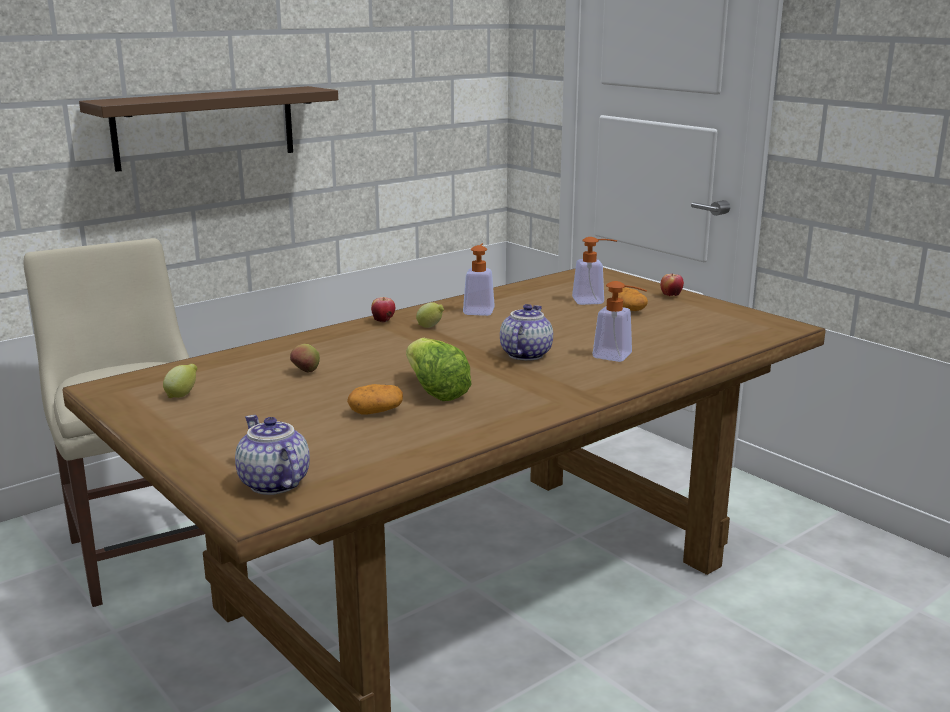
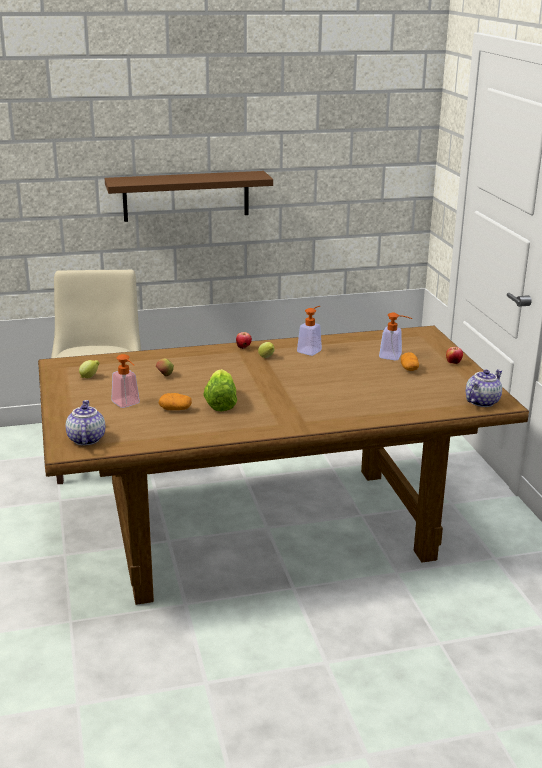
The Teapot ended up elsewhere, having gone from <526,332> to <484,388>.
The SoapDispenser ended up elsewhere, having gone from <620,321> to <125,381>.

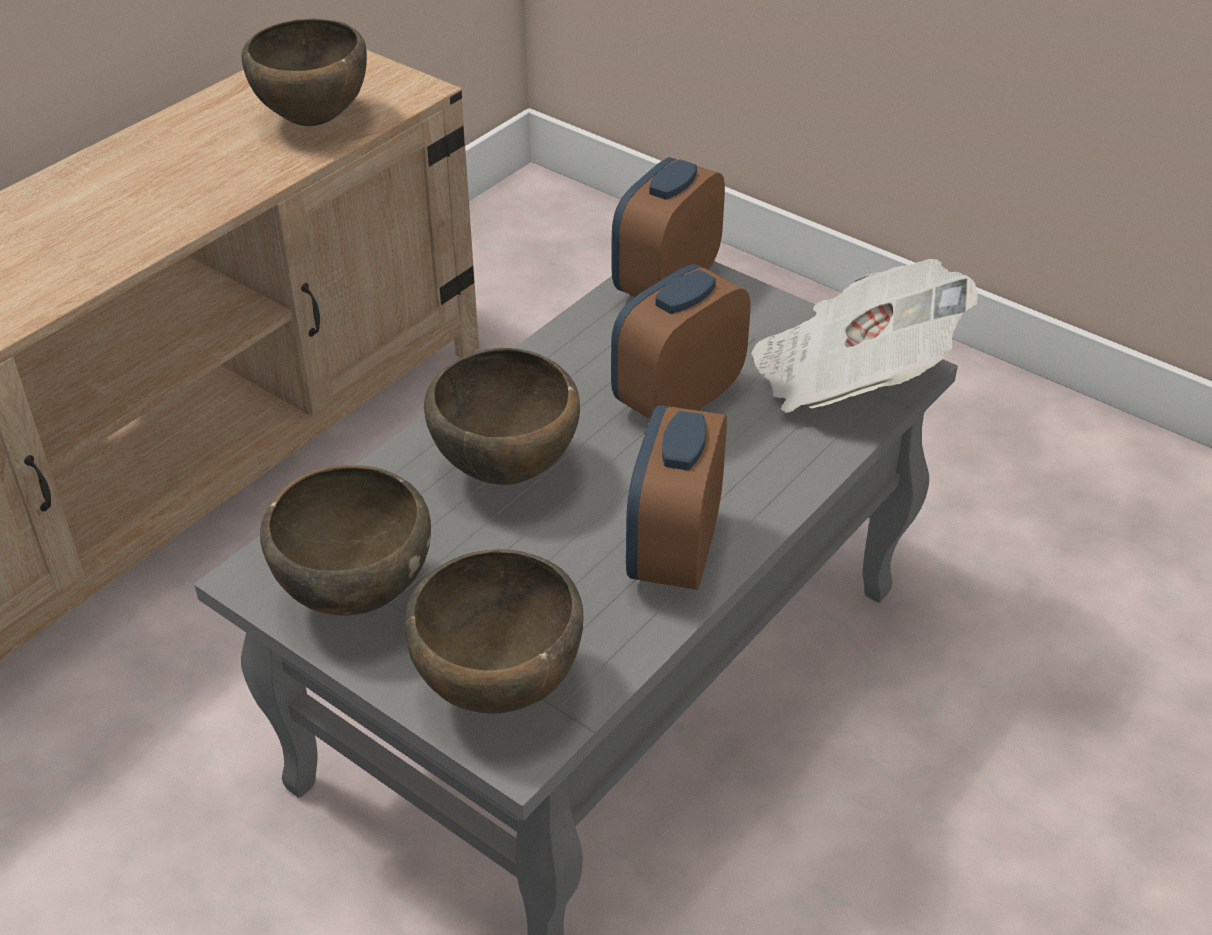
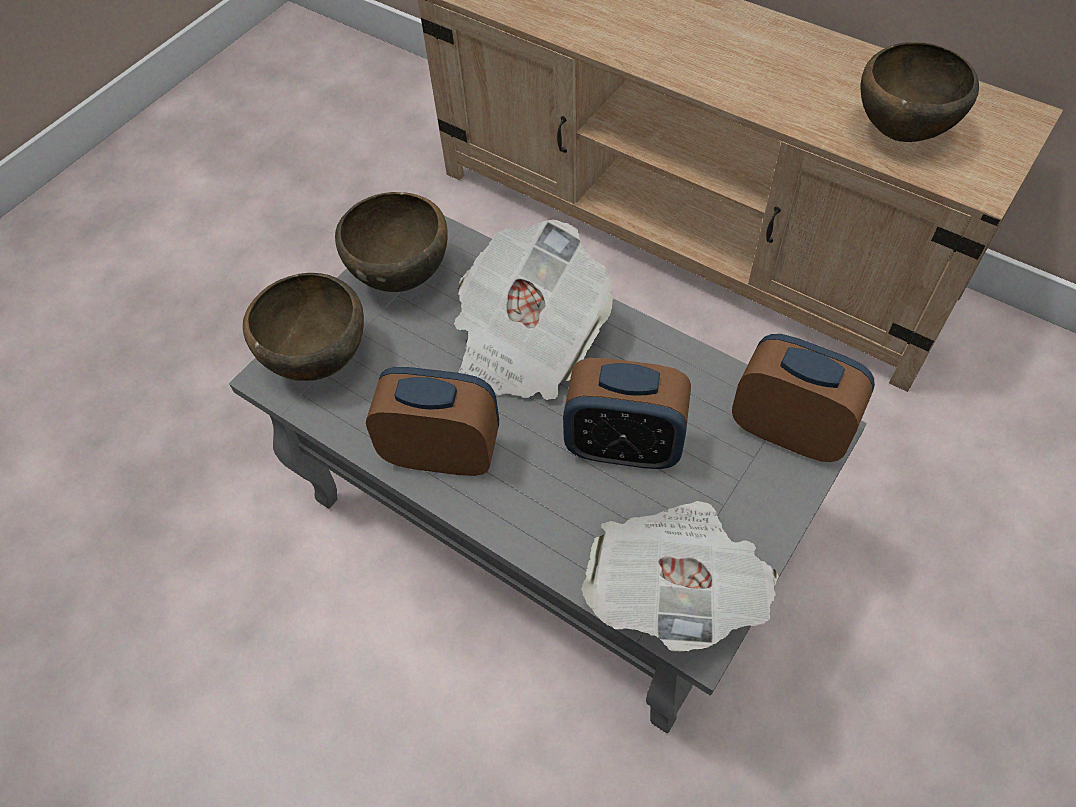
Where the BrownBowl stood at <502,416>, the Newspaper came to stand at <533,310>.
The AlarmClock at <681,341> ended up facing another way, 150 degrees clockwise from before.

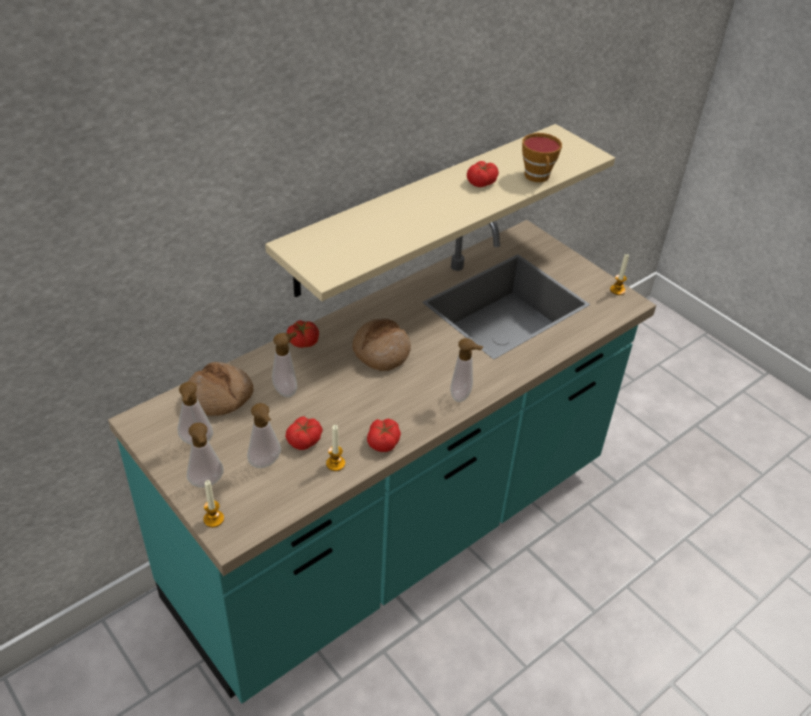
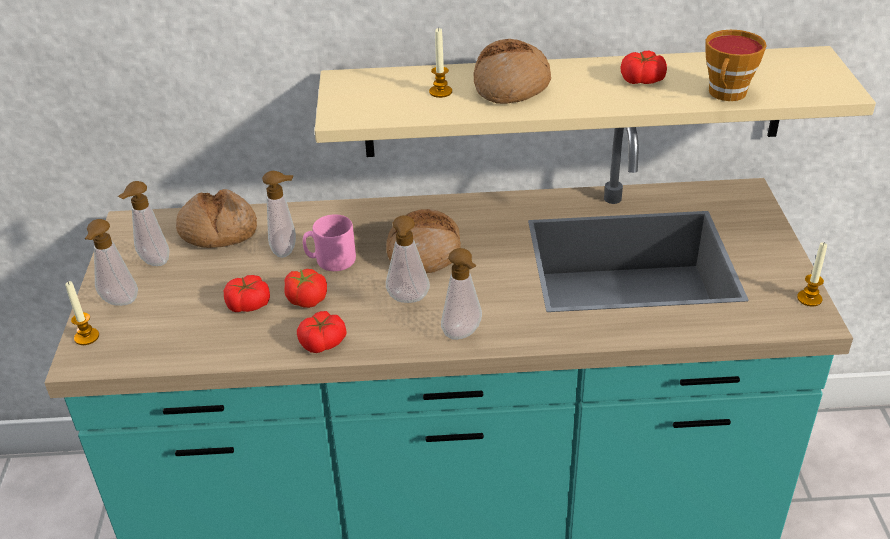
The second view gained the PinkMug at <329,242>.
The second view gained the Bread at <512,71>.
The SoapDispenser ended up elsewhere, having gone from <264,435> to <408,259>.
The Tomato ended up elsewhere, having gone from <303,334> to <305,288>.
The Candle ended up elsewhere, having gone from <335,448> to <440,62>.

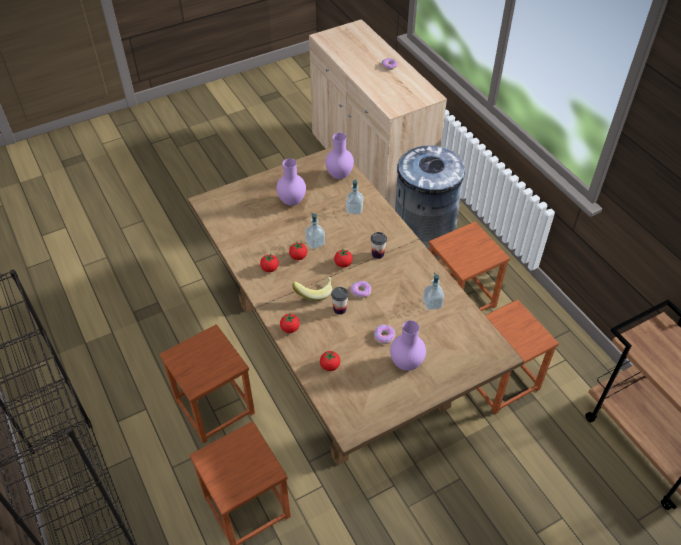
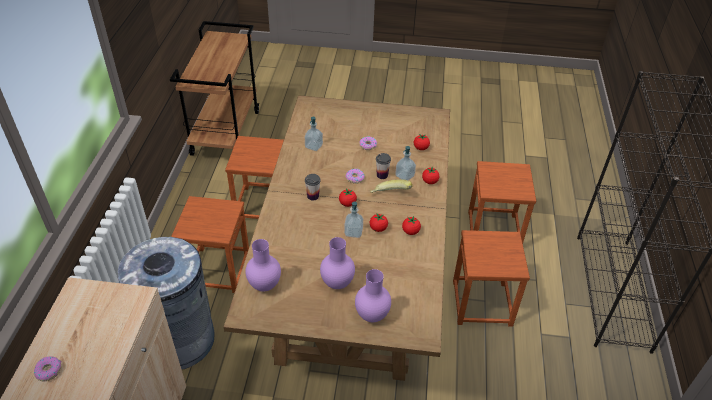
The SoapDispenser ended up elsewhere, having gone from <354,196> to <405,163>.
The PurpleVase ended up elsewhere, having gone from <408,345> to <373,295>.

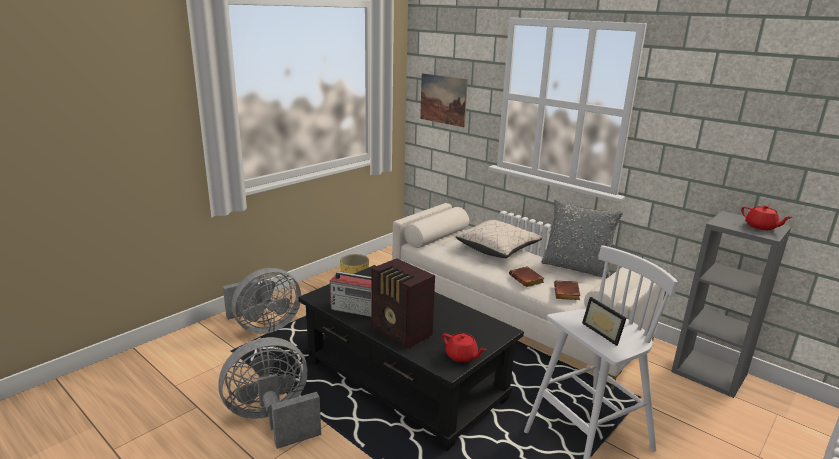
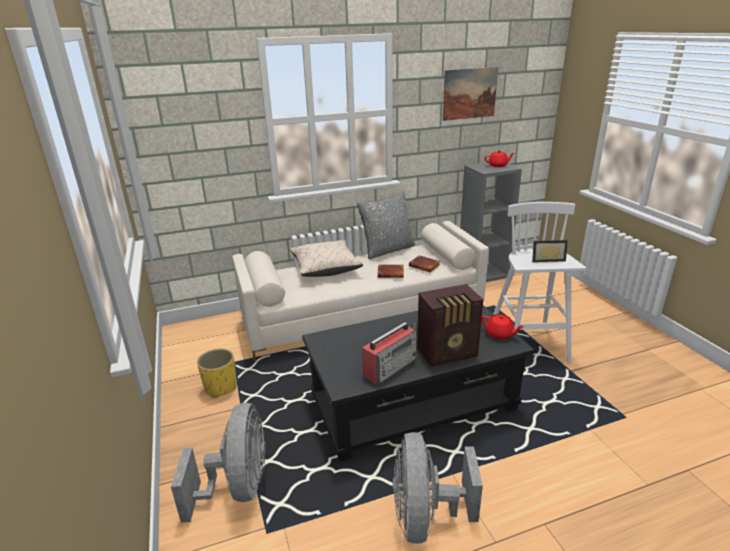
The Picture ended up elsewhere, having gone from <444,100> to <470,94>.
The RedTeapot at <464,348> ended up facing another way, 60 degrees clockwise from before.

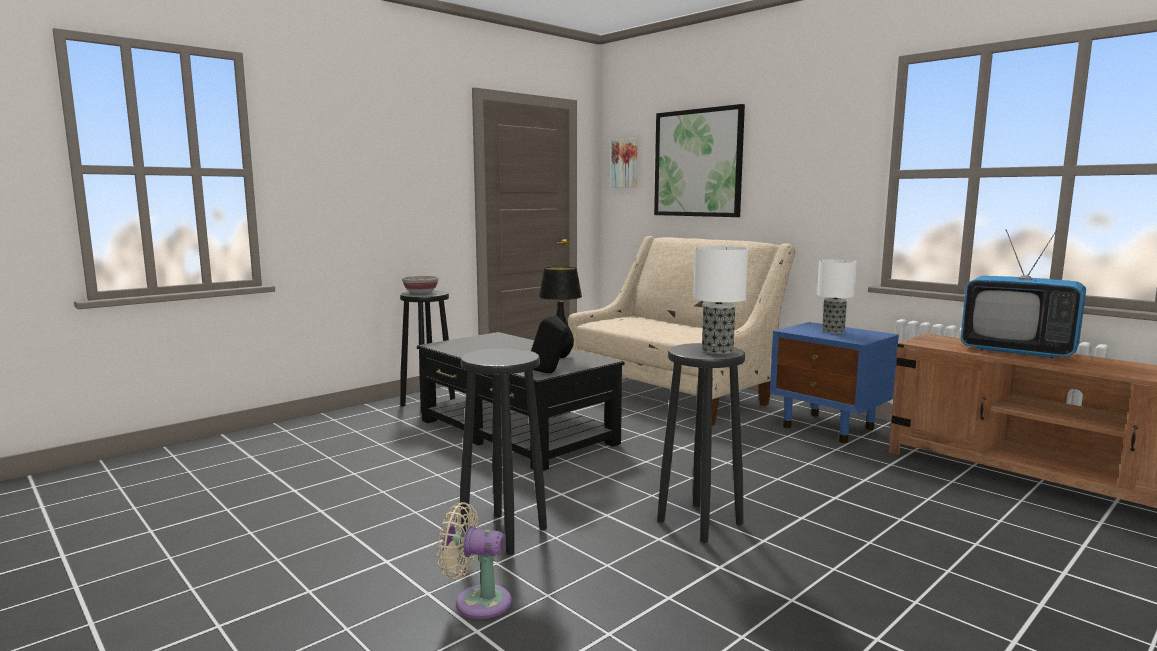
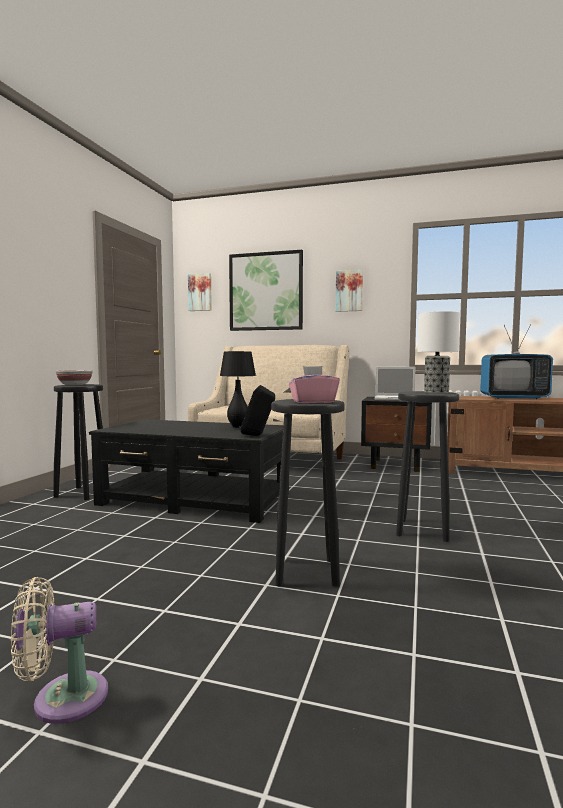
The second view gained the PinkTissueBox at <314,384>.
The second view gained the Picture at <349,291>.
The BeigeFan ended up elsewhere, having gone from <474,560> to <59,650>.
Where the TableLamp stood at <837,296>, the Laptop came to stand at <395,383>.
What was the BlueNightstand at <834,382> turned into the BlackNightstand at <396,434>.

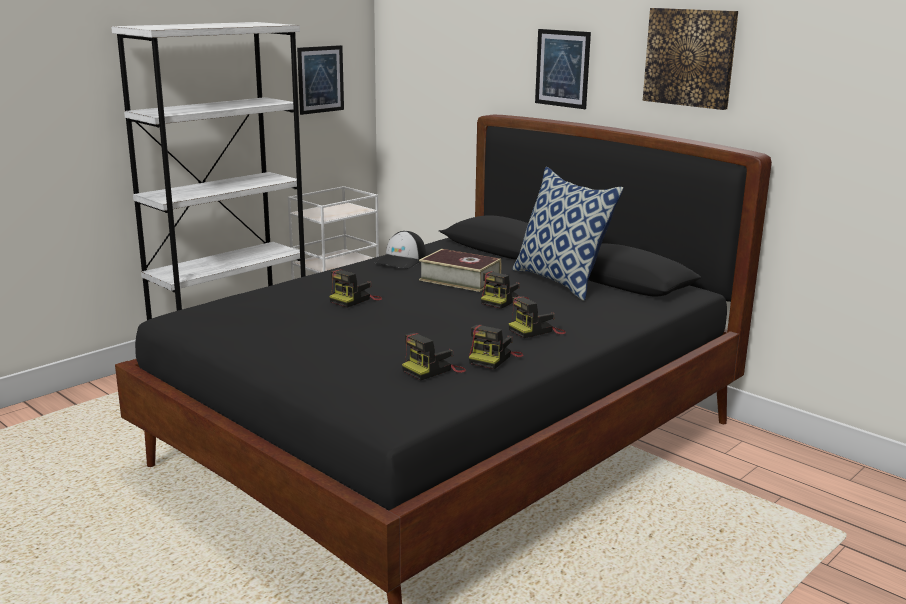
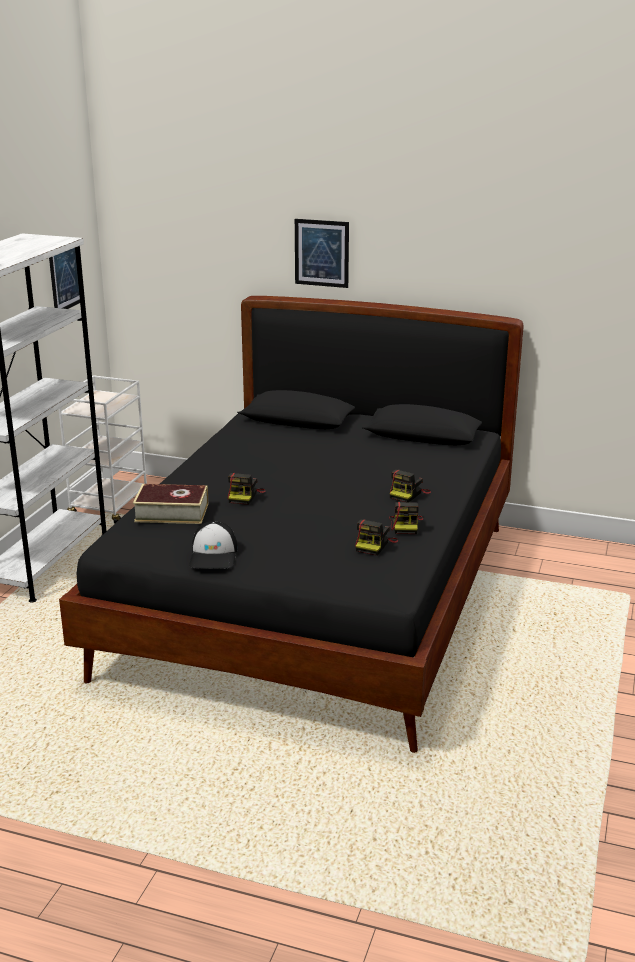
The second view lost the PhotoCamera at <505,290>.
The second view lost the Pillow at <568,234>.
The second view lost the Picture at <690,59>.
The Cap ended up elsewhere, having gone from <400,249> to <213,545>.
The Book ended up elsewhere, having gone from <460,270> to <170,504>.

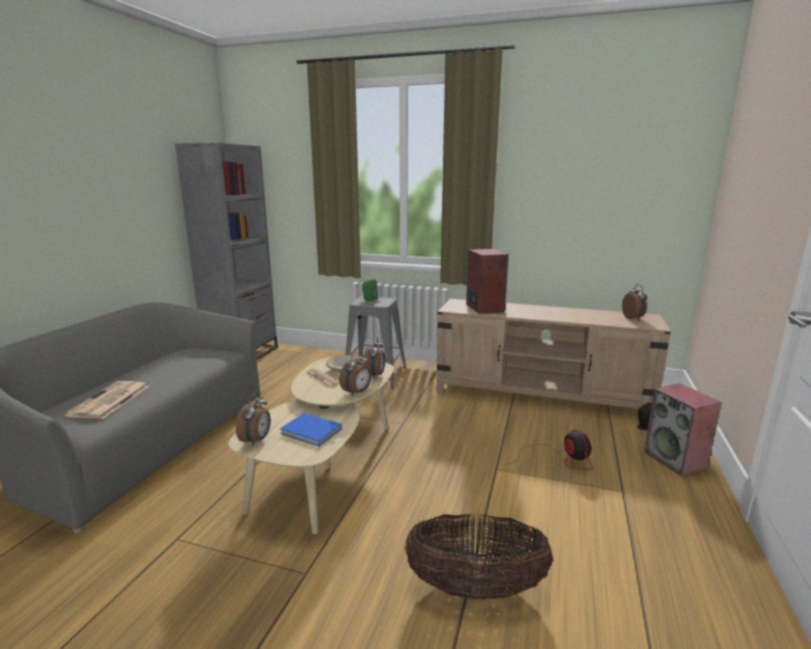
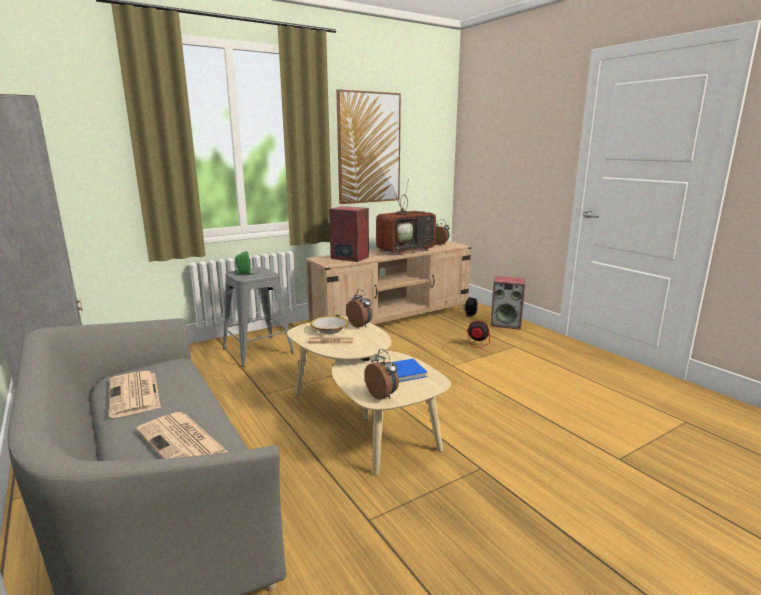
The second view lost the AlarmClock at <355,373>.
The second view lost the Basket at <478,557>.
The second view gained the Newspaper at <135,394>.
The second view gained the Picture at <368,146>.
The second view gained the Television at <406,217>.

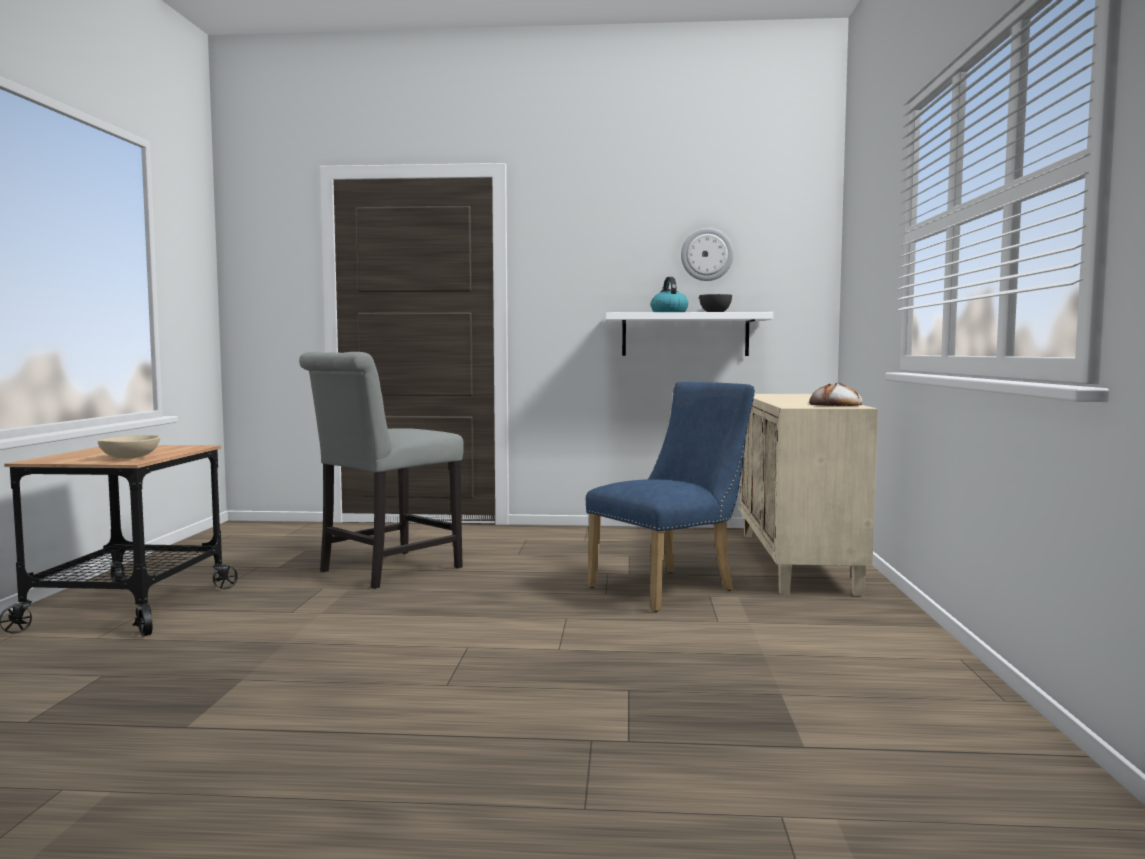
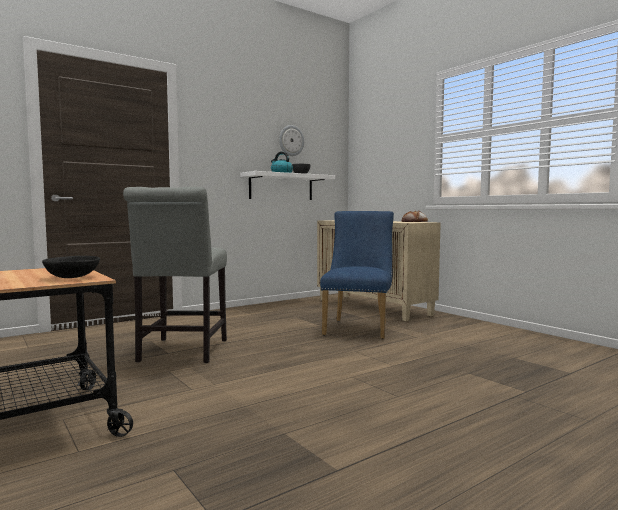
What was the BeigeBowl at <129,447> turned into the BlackBowl at <71,267>.

